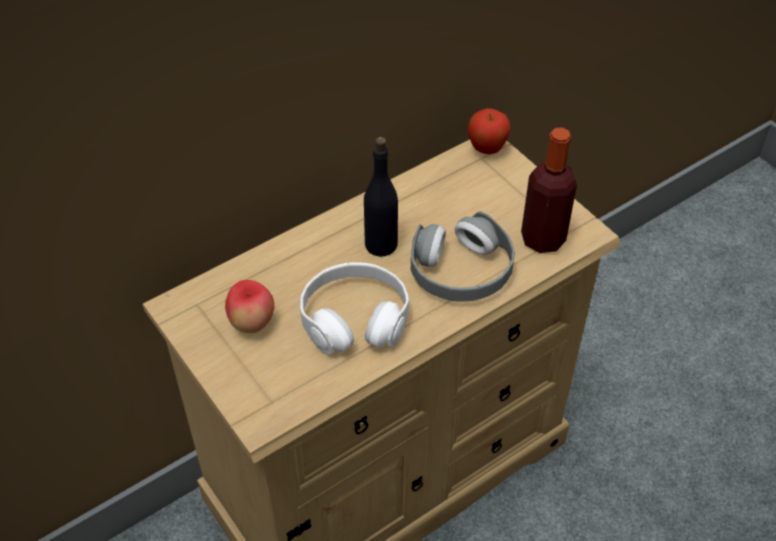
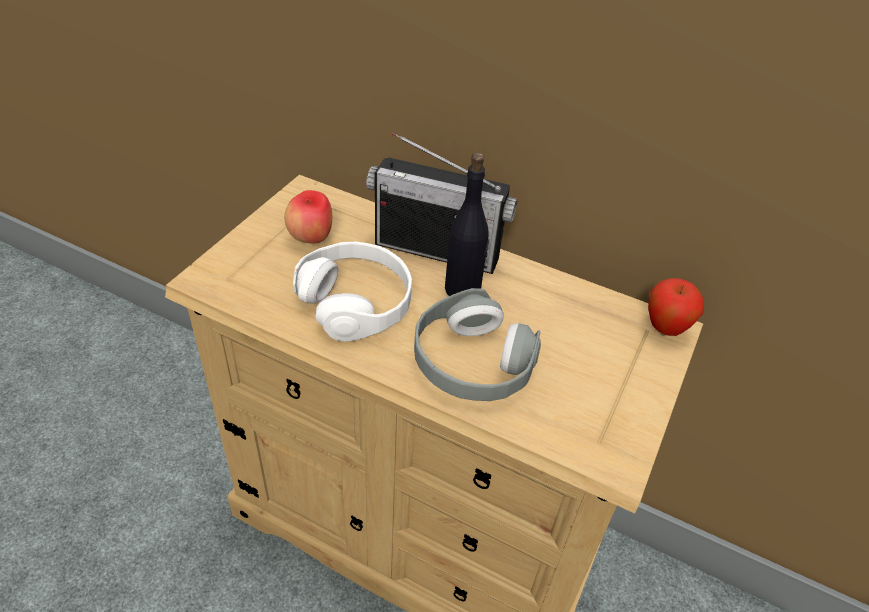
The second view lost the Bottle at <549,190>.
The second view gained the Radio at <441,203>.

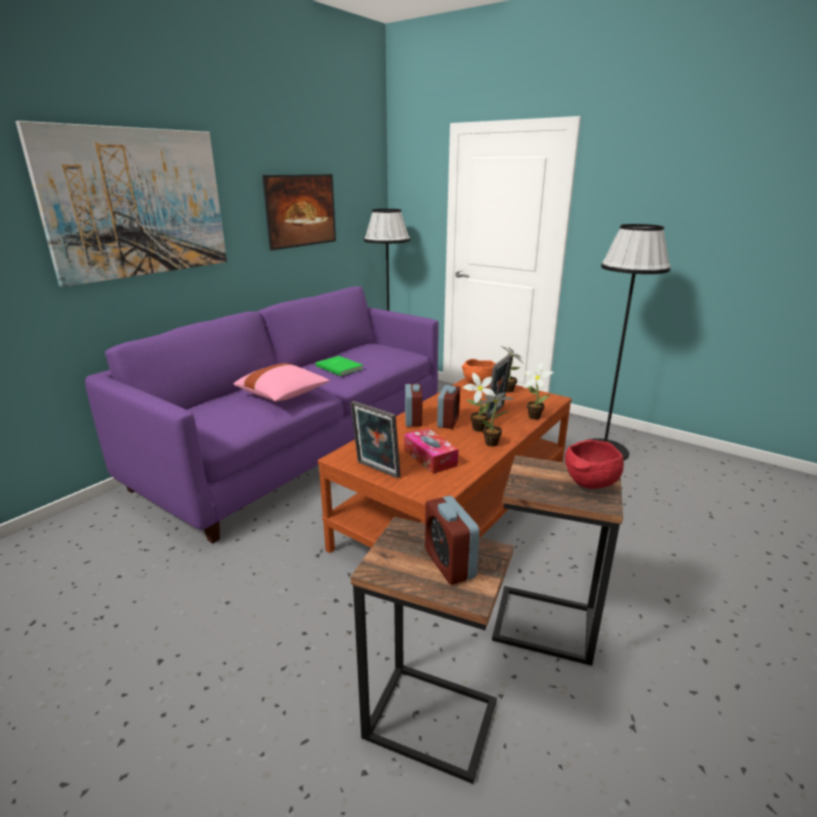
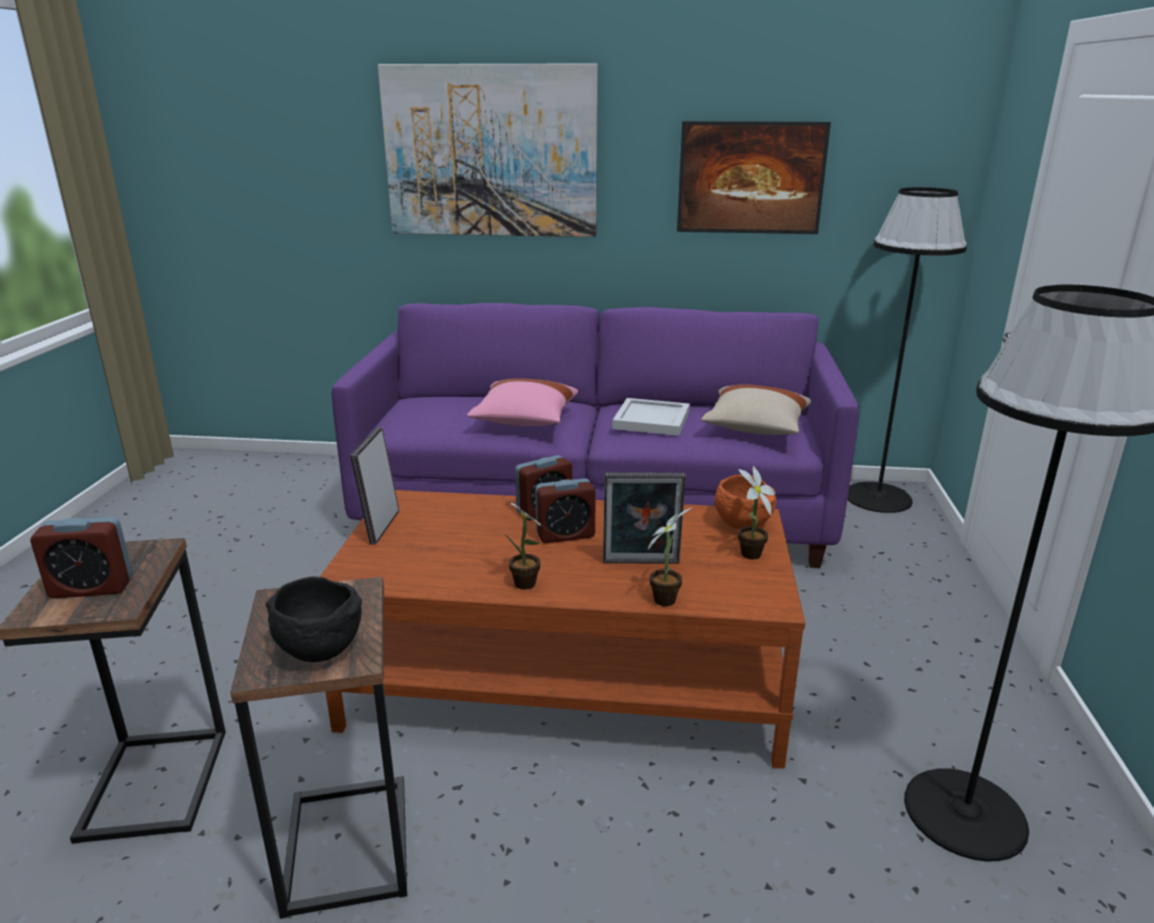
The second view lost the TissueBox at <431,451>.
The second view lost the PottedPlant at <479,402>.
The second view gained the BeigePillow at <756,409>.
Where the GreenBook stood at <339,366>, the WhiteTray came to stand at <651,417>.
What was the RedBowl at <594,464> turned into the BlackBowl at <314,619>.
The AlarmClock at <452,540> ended up facing another way, 135 degrees counterclockwise from before.

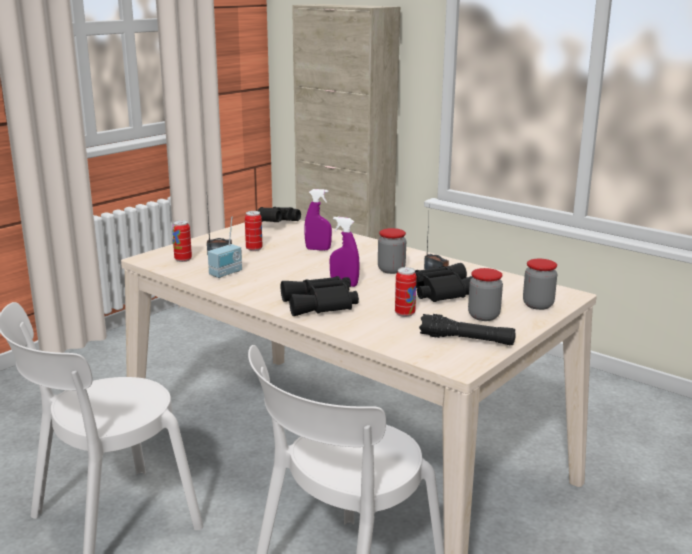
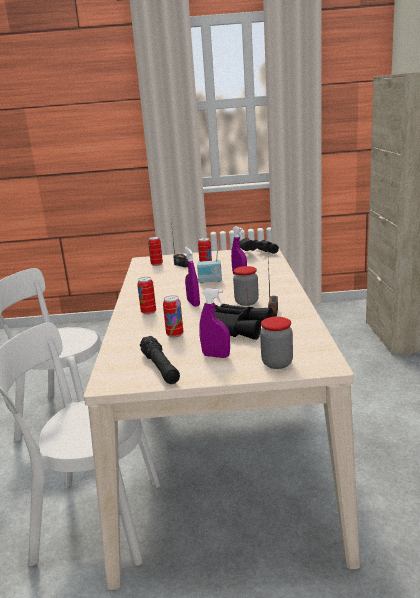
The Radio ended up elsewhere, having gone from <225,247> to <209,261>.
Where the BlackBinoculars stood at <320,296>, the Can came to stand at <146,296>.
Where the Jar stood at <485,294>, the PurpleSprayBottle came to stand at <214,323>.

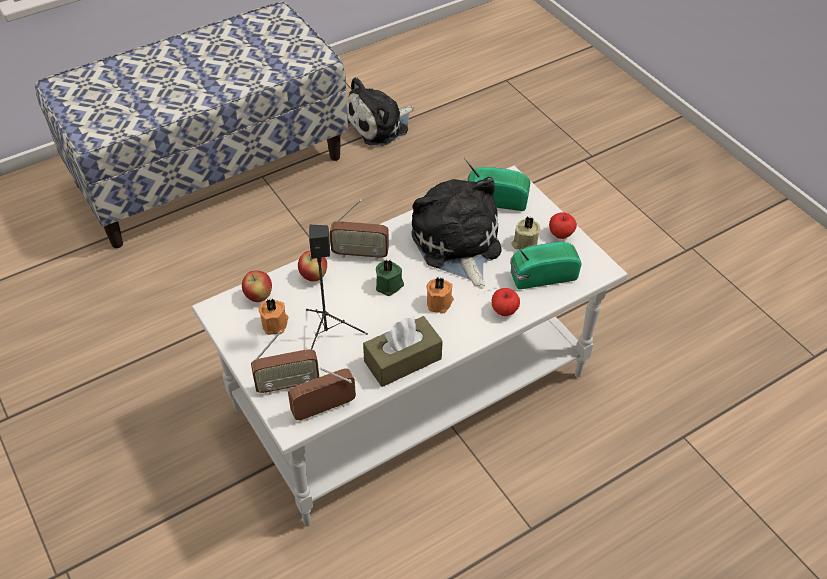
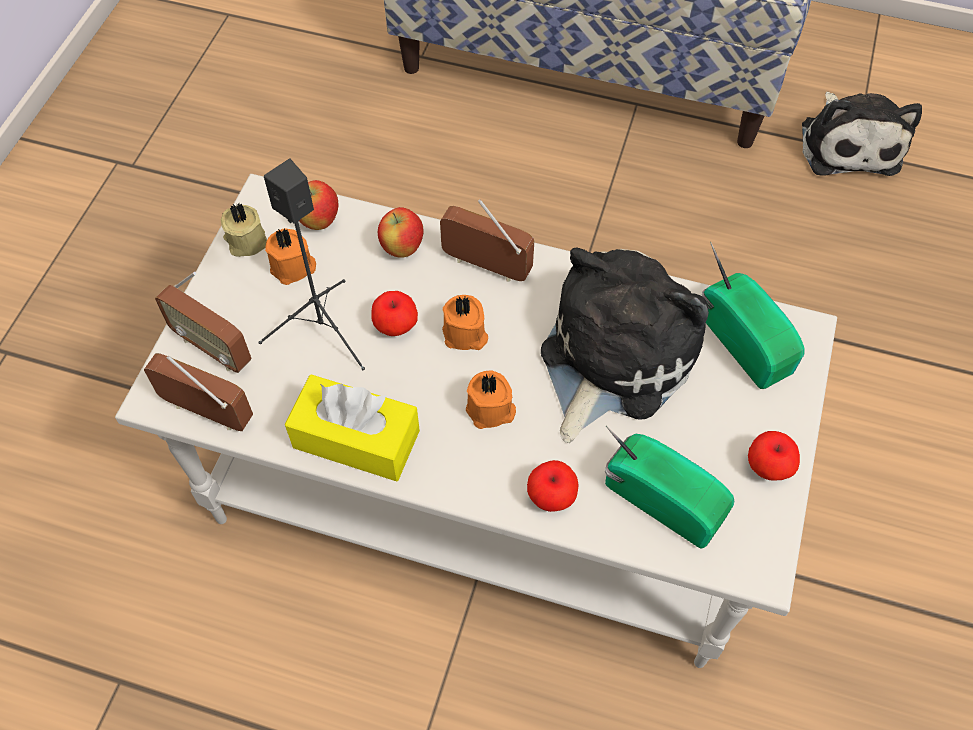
The second view gained the Apple at <394,313>.
The BeigeCandle ended up elsewhere, having gone from <525,233> to <243,230>.
What was the BrownTissueBox at <403,351> turned into the YellowTissueBox at <352,427>.
What was the GreenCandle at <390,278> turned into the OrangeCandle at <465,322>.
The Radio at <359,230> ended up facing another way, 150 degrees clockwise from before.
The PlushToy at <380,111> ended up facing another way, 105 degrees counterclockwise from before.

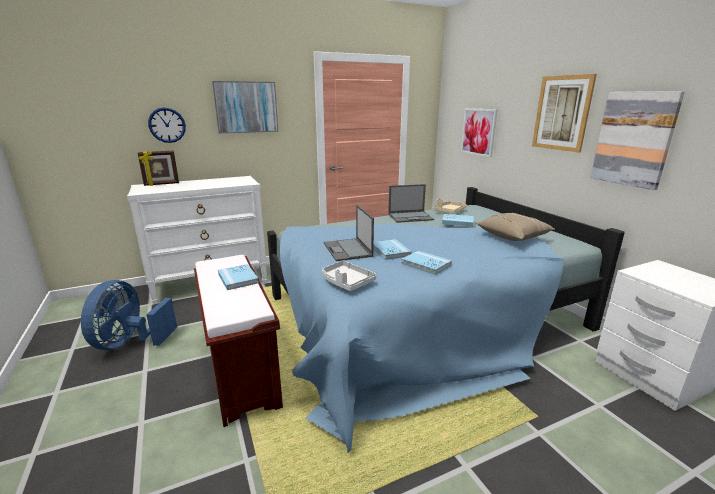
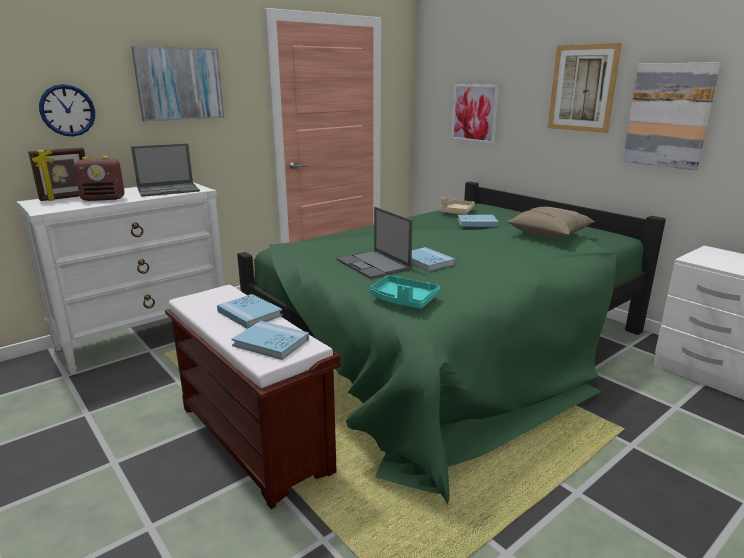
The second view lost the BlueFan at <129,315>.
The second view gained the Radio at <99,178>.
The Laptop ended up elsewhere, having gone from <411,203> to <165,170>.
The BlueBook ended up elsewhere, having gone from <426,263> to <270,340>.
What was the BlueBed at <446,320> turned into the GreenBed at <451,343>.
What was the GreyTray at <349,275> turned into the TurquoiseTray at <405,292>.

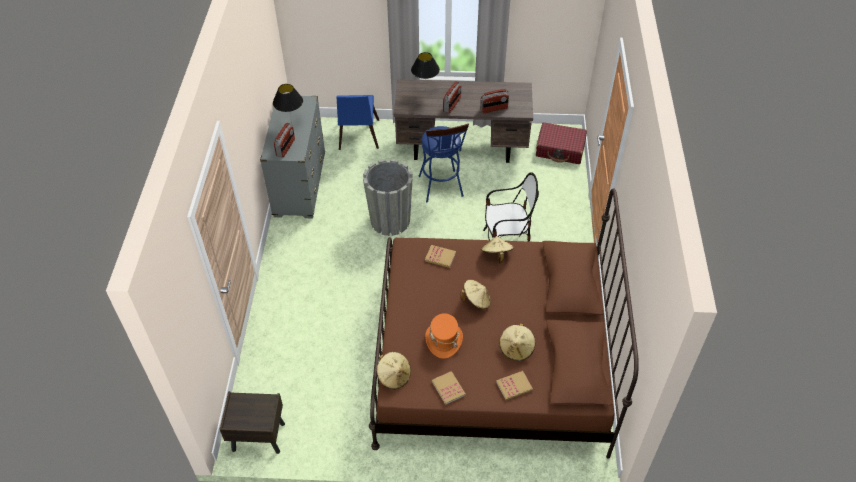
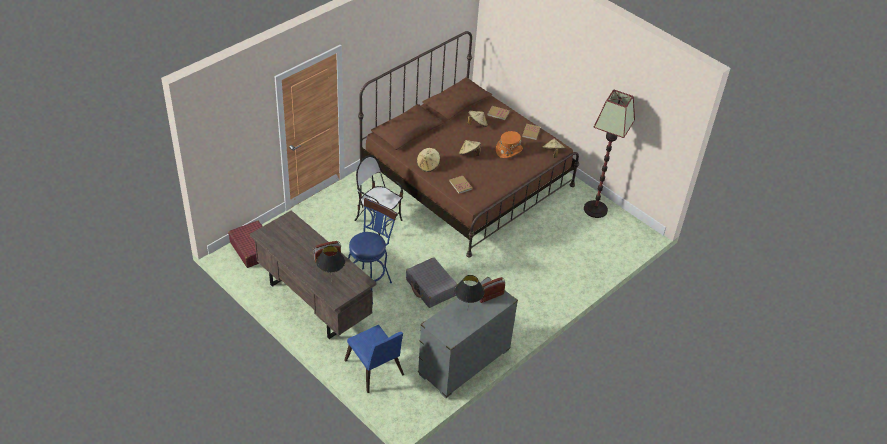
The second view lost the BrownNightstand at <252,422>.
The second view lost the Radio at <494,101>.
The second view gained the FloorLamp at <609,154>.
Where the GreyPlanter stood at <388,197>, the GreySuitcase came to stand at <432,282>.
The BlueChair at <358,122> ended up facing another way, 105 degrees clockwise from before.

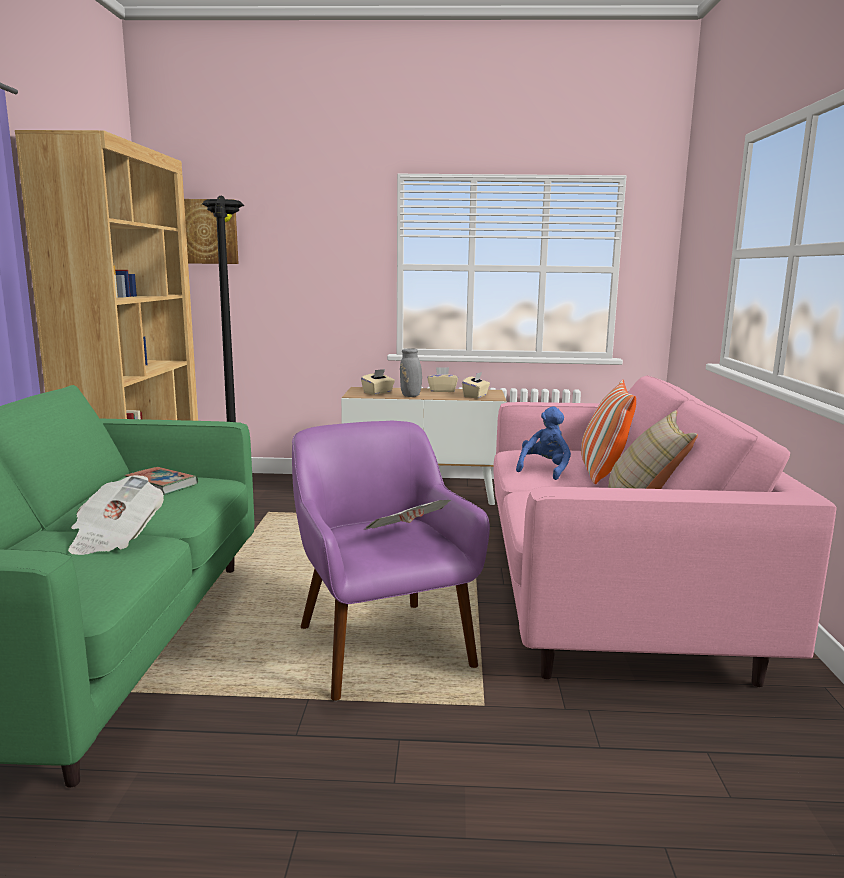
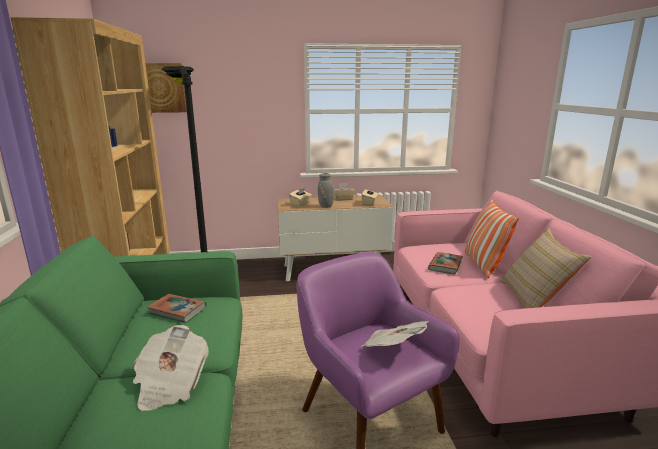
Where the BluePlushToy stood at <543,443>, the Book came to stand at <445,263>.

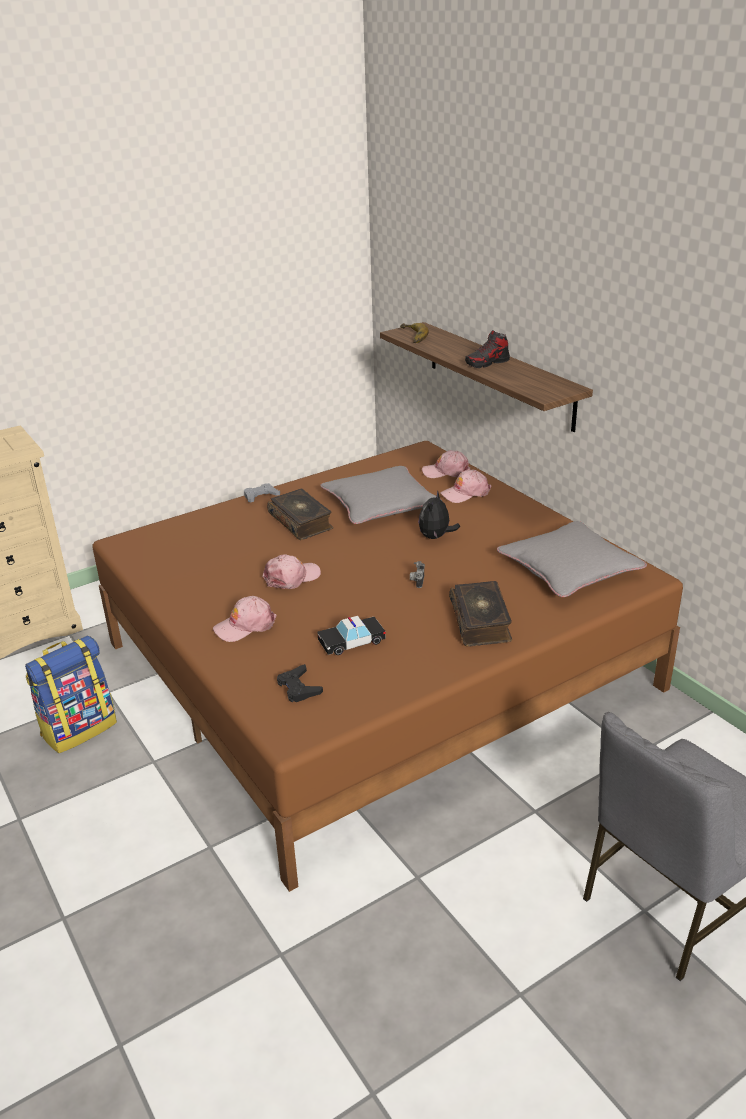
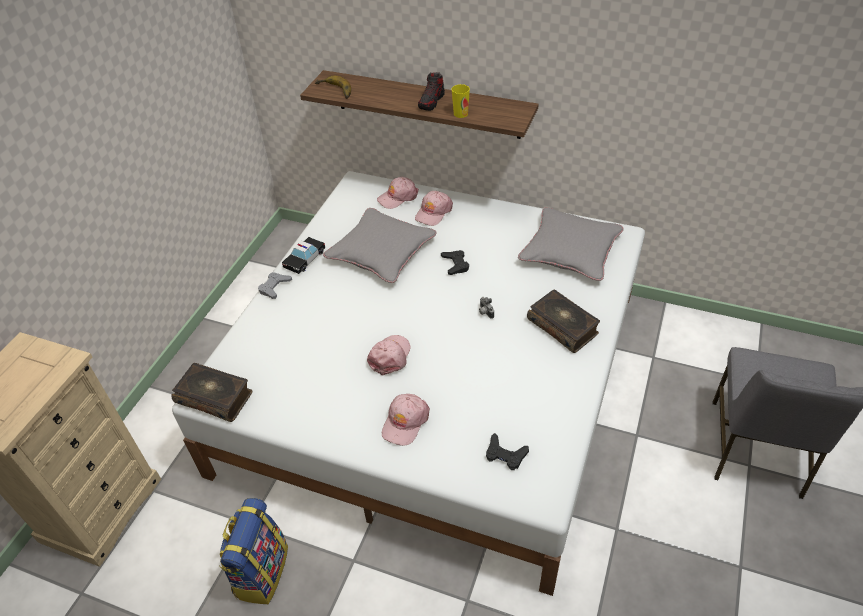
The second view gained the Cup at <460,101>.
The Book ended up elsewhere, having gone from <300,514> to <212,392>.
The ToyCar ended up elsewhere, having gone from <351,635> to <303,255>.
Where the PlushToy stood at <439,514>, the BlackGameController came to stand at <455,262>.
What was the BrownBed at <388,666> turned into the WhiteBed at <408,383>.

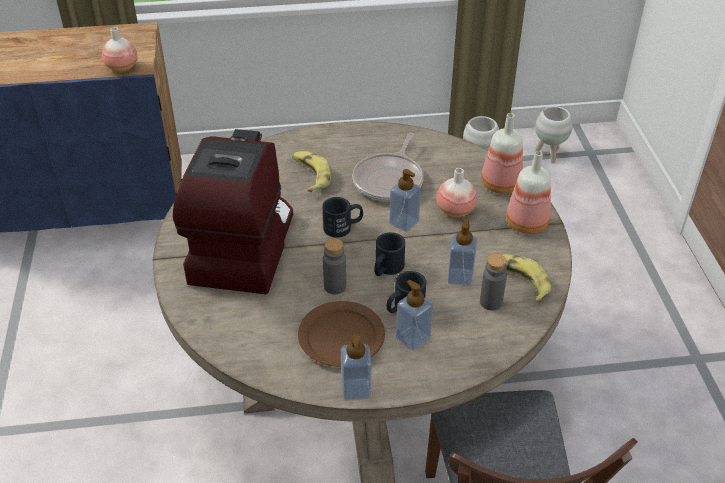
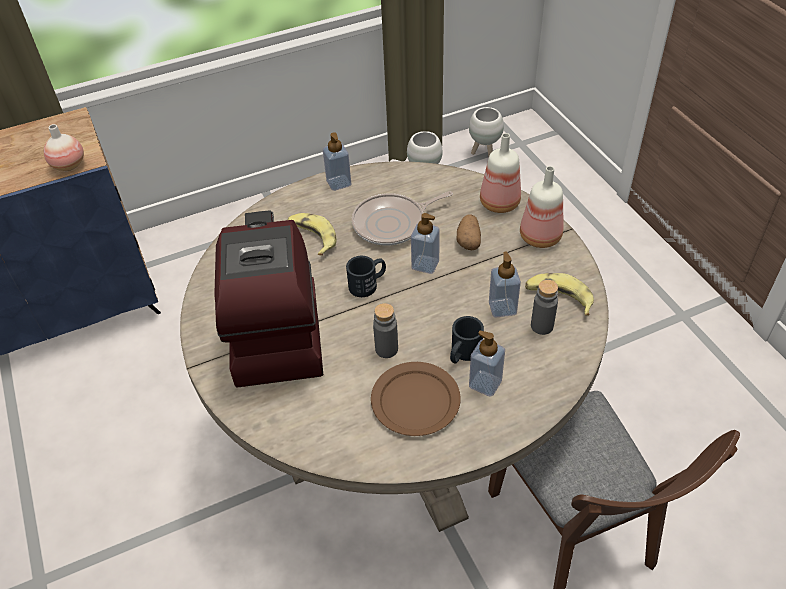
The second view lost the BlackMug at <389,254>.
The SoapDispenser ended up elsewhere, having gone from <356,367> to <337,161>.
Where the Vase stood at <456,192>, the Potato came to stand at <468,233>.
The FryingPan at <388,167> ended up facing another way, 60 degrees clockwise from before.

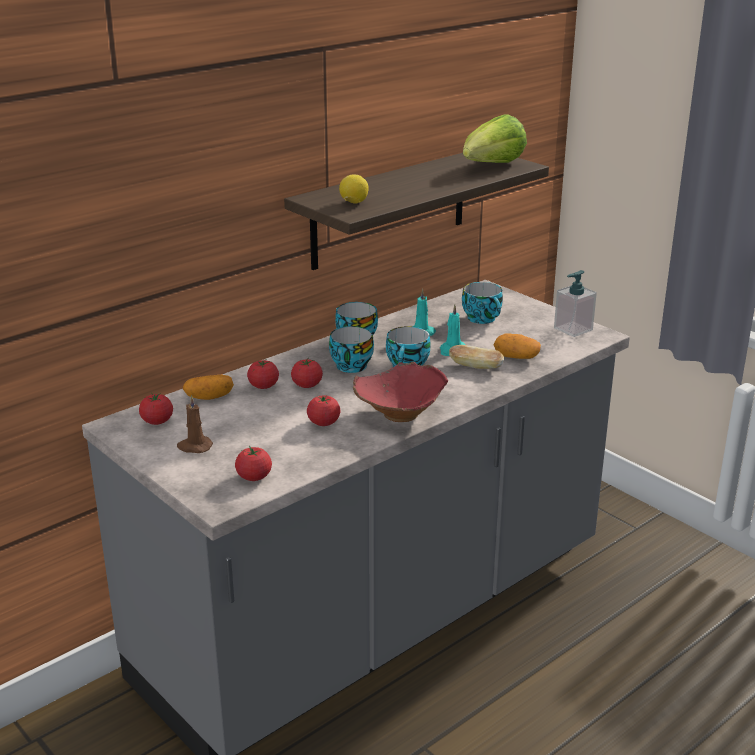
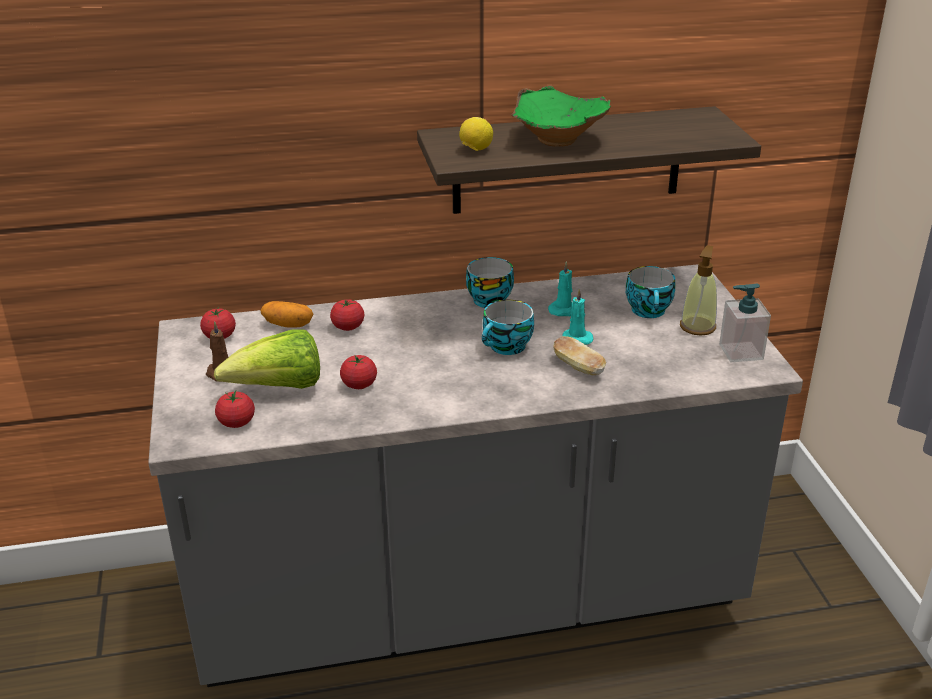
The second view lost the Tomato at <307,373>.
The second view lost the Cup at <351,349>.
The second view lost the RedBowl at <400,391>.
The second view lost the Potato at <517,346>.
The second view gained the GreenBowl at <561,116>.
The second view gained the SoapDispenser at <698,290>.
The Lettuce ended up elsewhere, having gone from <495,138> to <267,359>.

